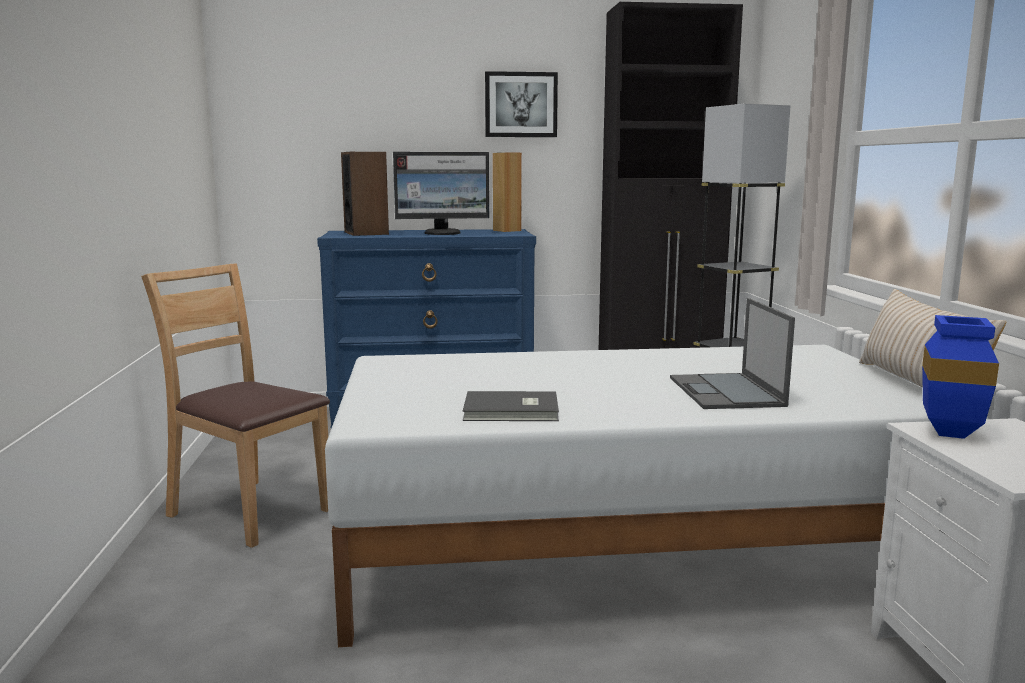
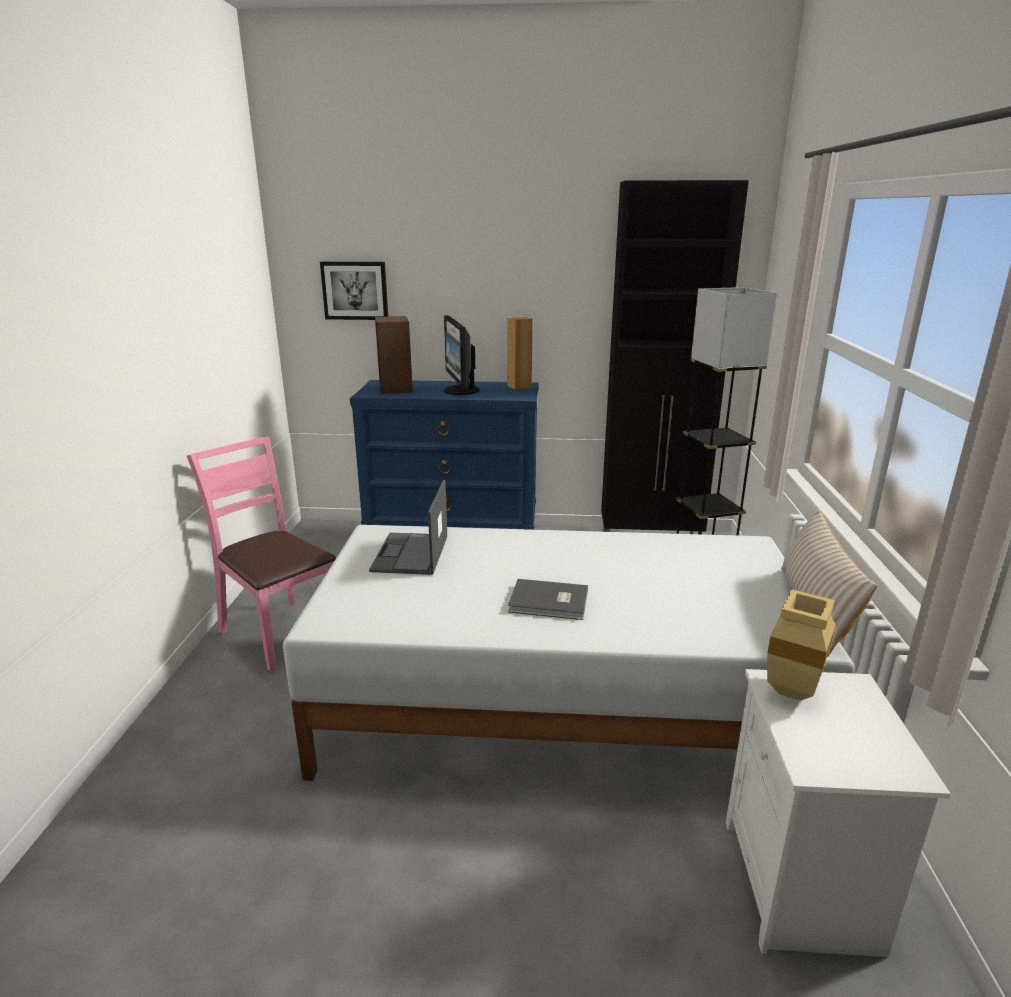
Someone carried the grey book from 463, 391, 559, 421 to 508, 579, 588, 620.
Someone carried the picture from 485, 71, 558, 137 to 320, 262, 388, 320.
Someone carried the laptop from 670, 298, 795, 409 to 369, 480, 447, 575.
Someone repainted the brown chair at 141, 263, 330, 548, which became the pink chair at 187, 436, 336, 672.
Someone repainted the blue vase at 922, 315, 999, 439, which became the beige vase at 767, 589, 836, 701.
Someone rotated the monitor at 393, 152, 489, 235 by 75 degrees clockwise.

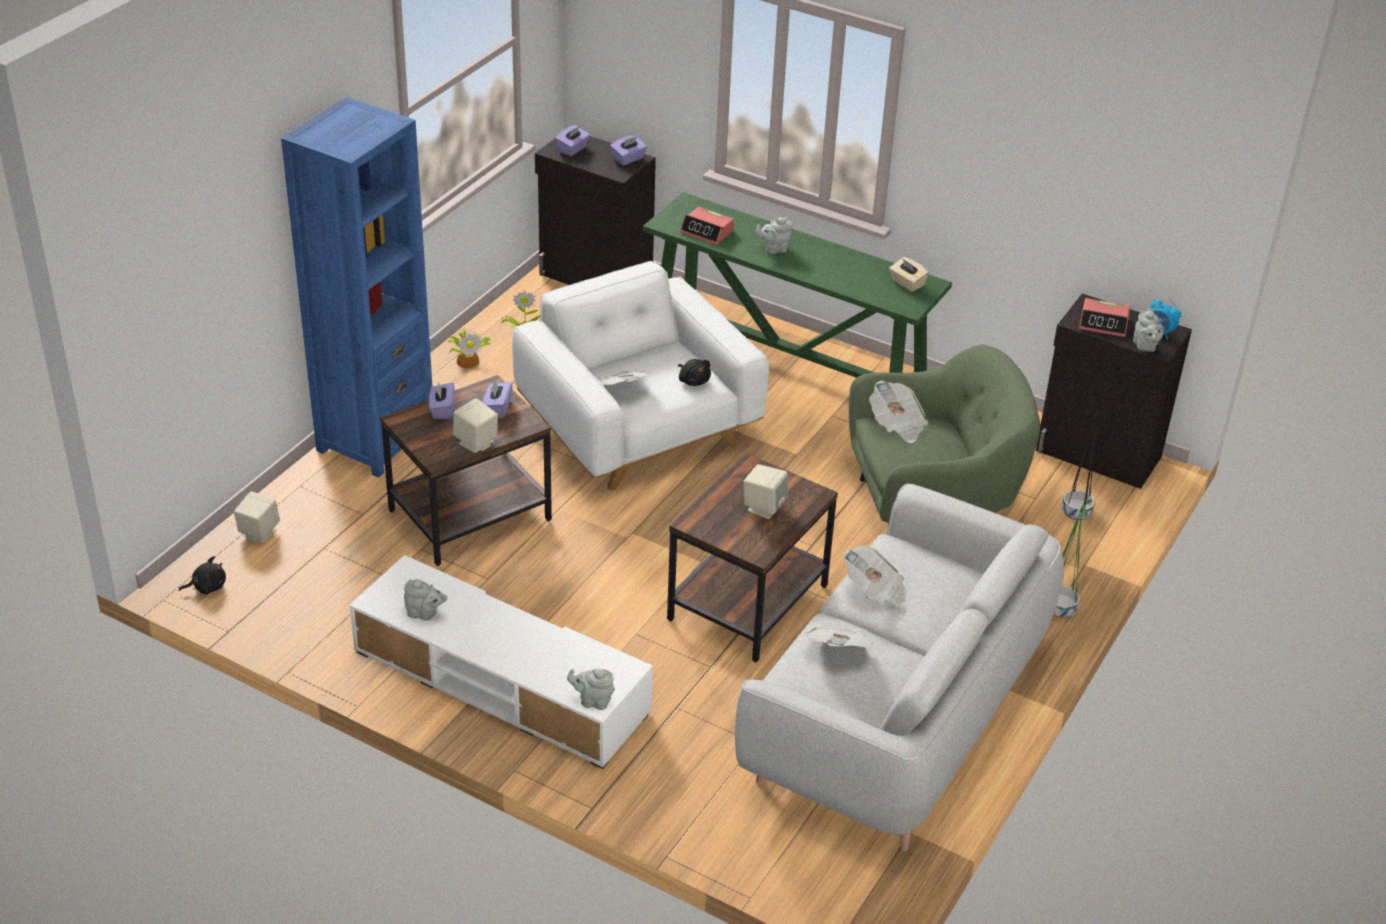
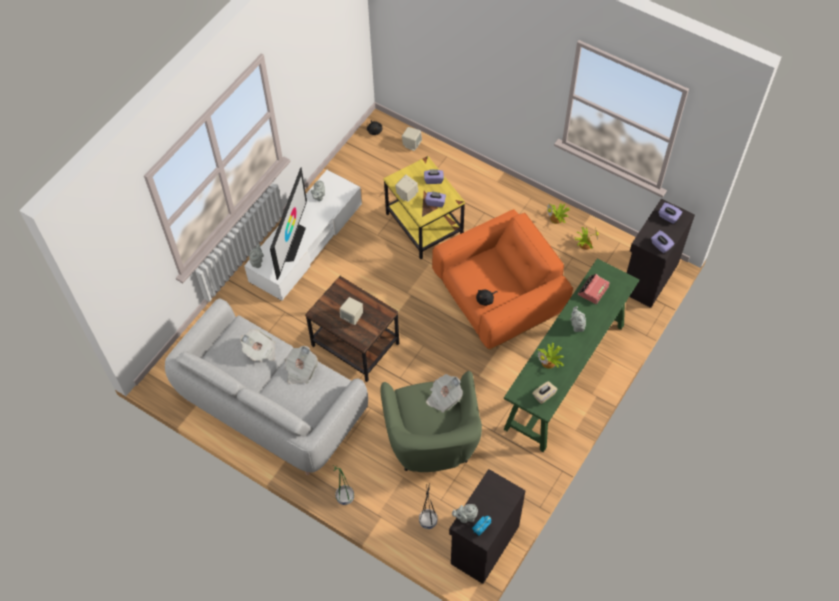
Someone took away the blue bookcase at 281, 97, 432, 478.
Someone took away the newspaper at 599, 370, 652, 385.
Someone took away the alarm clock at 1079, 298, 1130, 337.
Someone put down the television at 270, 167, 307, 280.
Someone put down the potted plant at 537, 343, 564, 369.
Someone repainted the brown side table at 380, 375, 552, 566, which became the yellow side table at 383, 156, 465, 259.
Someone repainted the white armchair at 512, 261, 769, 491, which became the orange armchair at 432, 209, 573, 350.

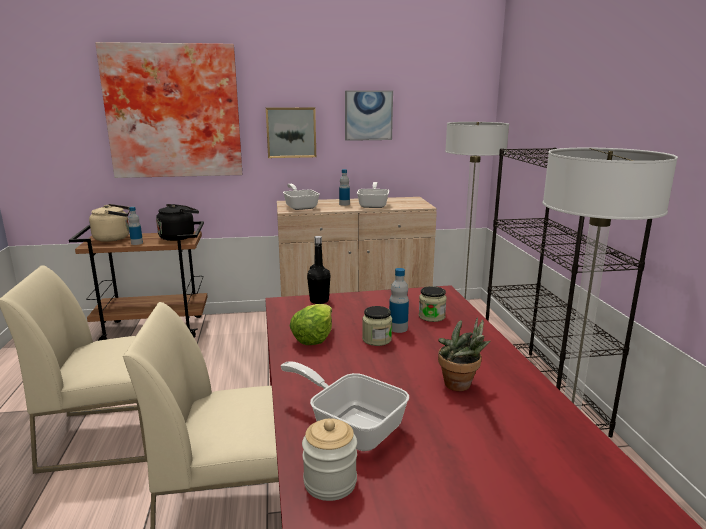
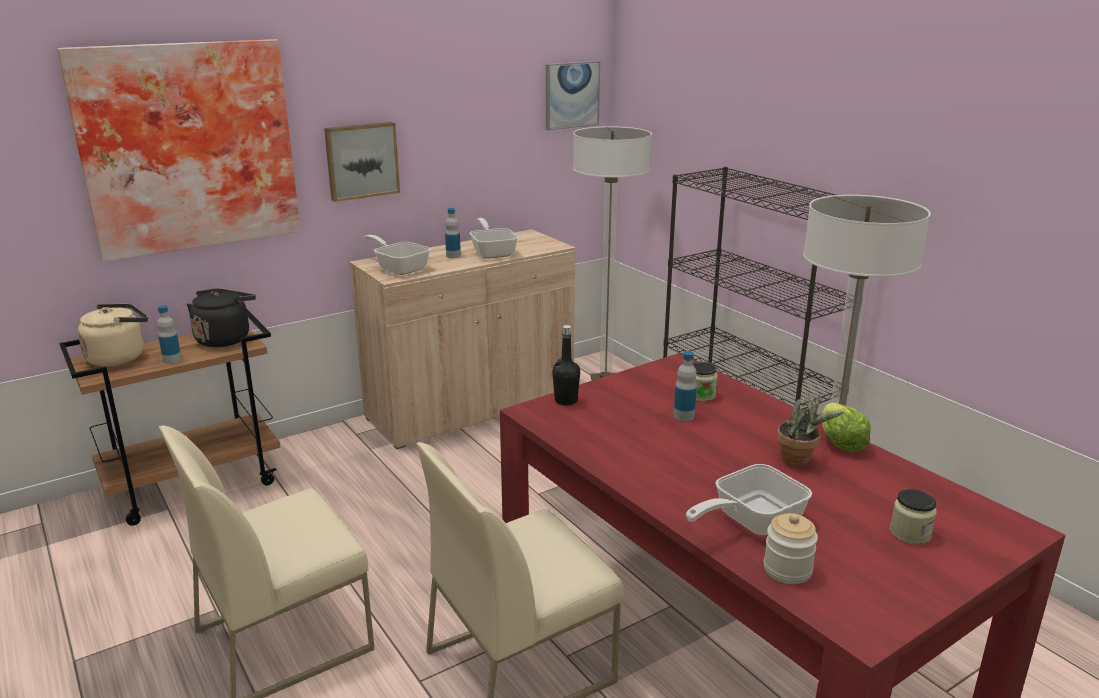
Someone carried the lettuce from 290, 304, 332, 345 to 822, 403, 871, 452.
Someone carried the picture from 345, 91, 393, 141 to 546, 61, 600, 130.
Someone carried the jar from 362, 306, 392, 346 to 890, 489, 937, 545.
Someone rotated the frying pan at 281, 361, 409, 451 by 45 degrees counterclockwise.

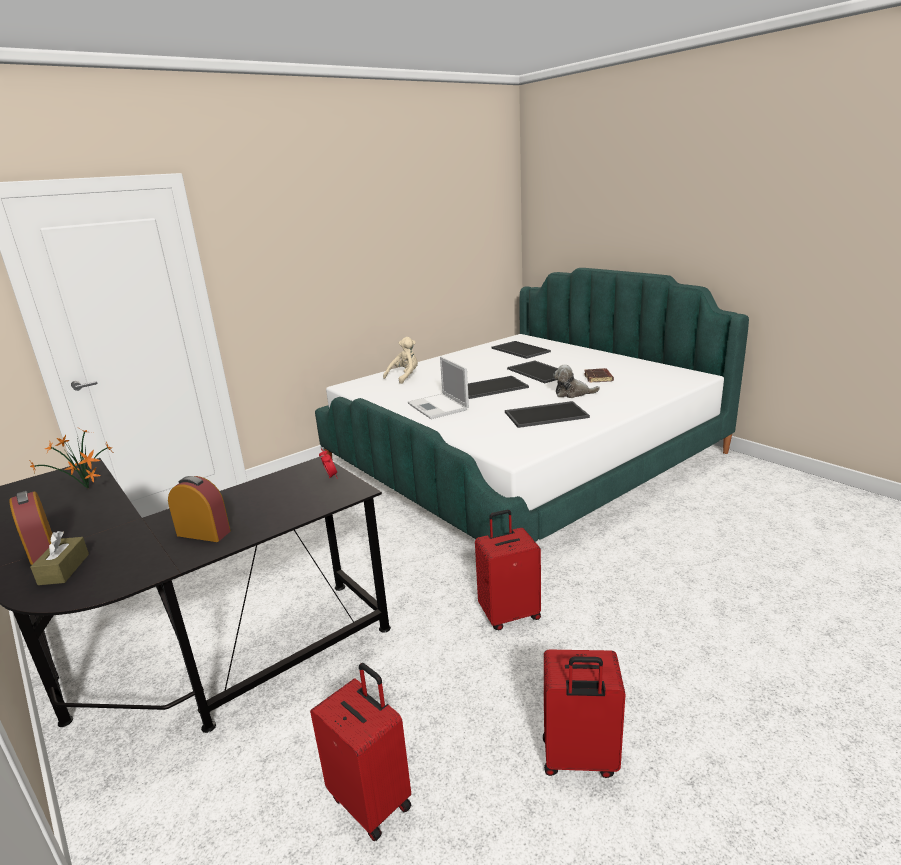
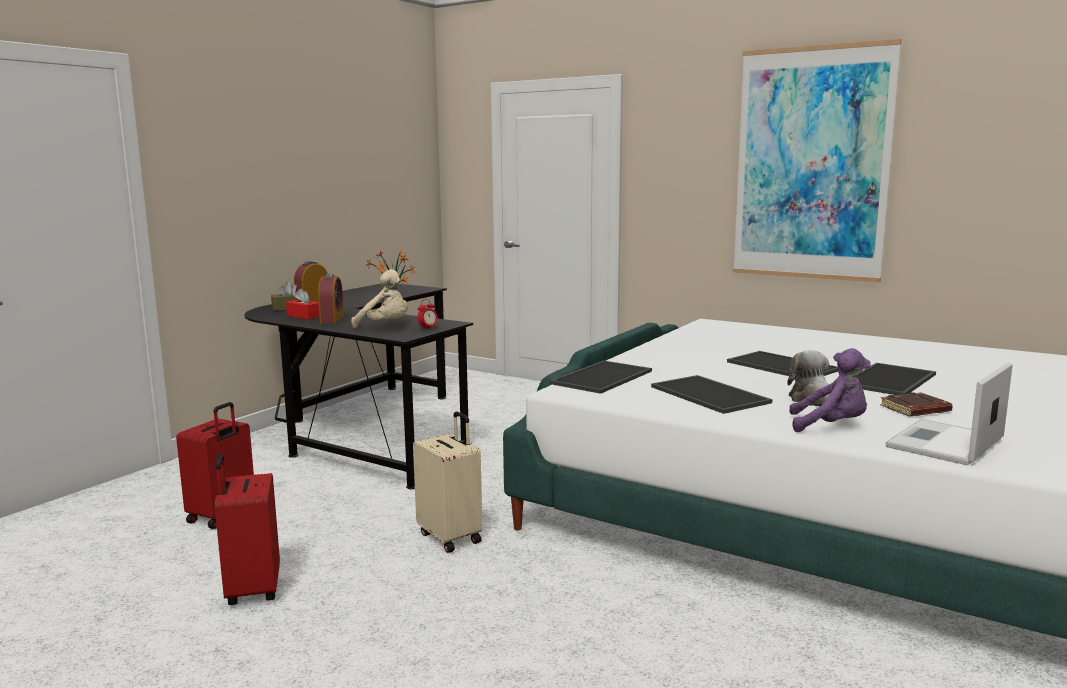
Someone put down the red tissue box at 286, 289, 320, 320.
Someone put up the picture at 733, 39, 901, 283.
Someone put down the purple plush toy at 789, 348, 871, 432.
Someone carried the beige plush toy from 383, 337, 418, 384 to 351, 269, 408, 328.
Someone carried the laptop from 408, 356, 469, 419 to 885, 362, 1013, 465.
Someone carried the tray from 491, 341, 551, 359 to 550, 360, 652, 394.
Someone repainted the red suitcase at 475, 510, 541, 630, which became the beige suitcase at 413, 411, 483, 553.

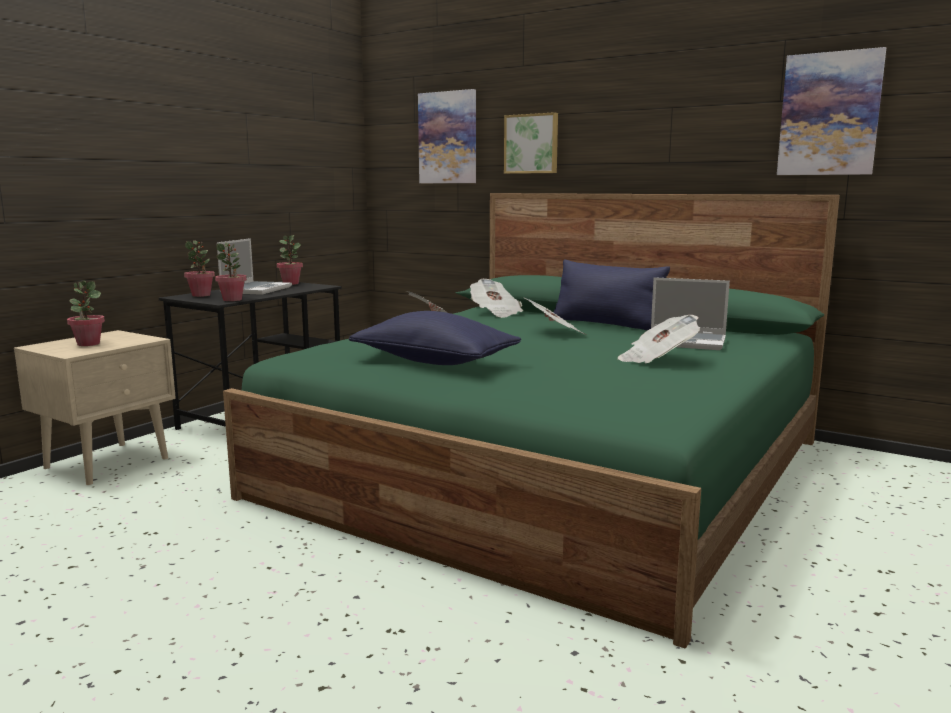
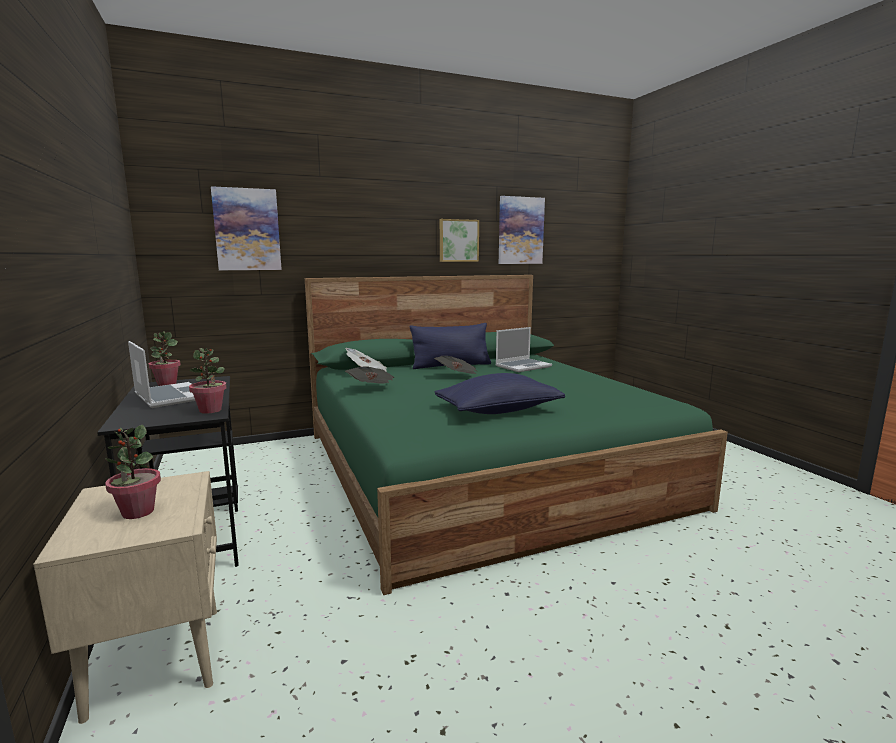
Someone took away the potted plant at 184, 240, 215, 297.
Someone took away the newspaper at 618, 315, 700, 363.
Someone carried the picture from 504, 112, 558, 174 to 440, 219, 479, 262.

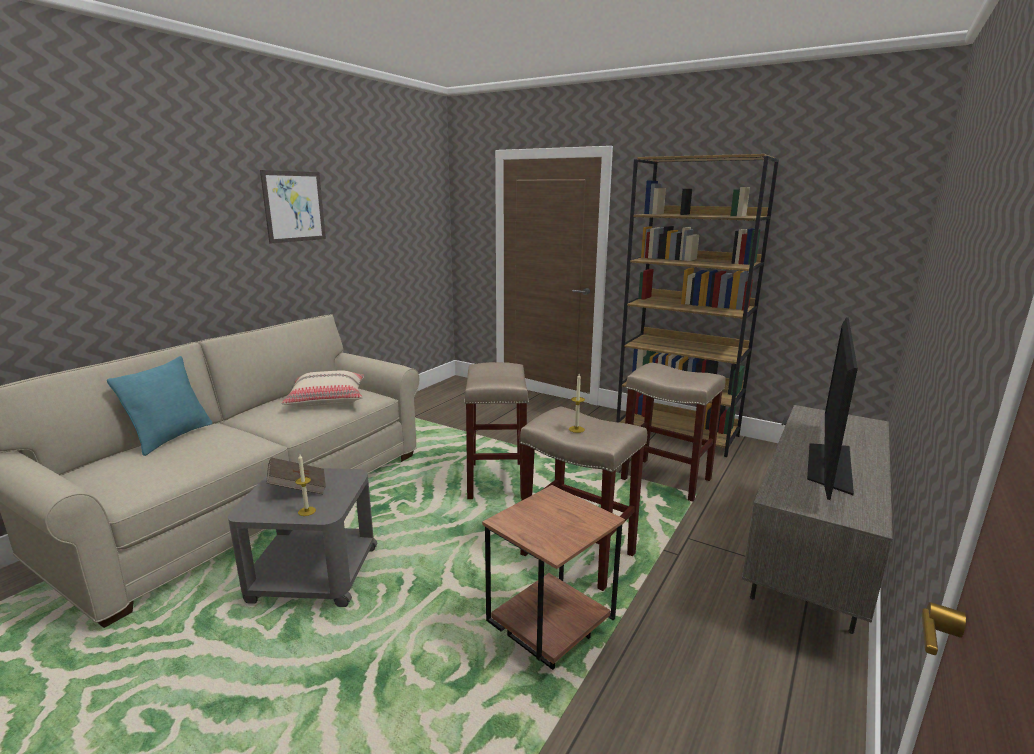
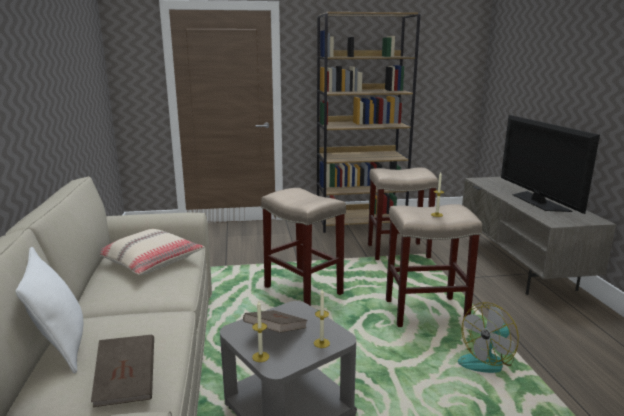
Someone took away the picture at 260, 170, 326, 244.
Someone put down the brown book at 91, 335, 154, 407.
Someone put down the candle at 252, 301, 269, 362.
Someone swapped the brown side table at 482, 485, 625, 670 for the fan at 458, 302, 519, 373.
Someone repainted the turquoise pillow at 107, 356, 213, 456, which became the white pillow at 15, 247, 83, 374.

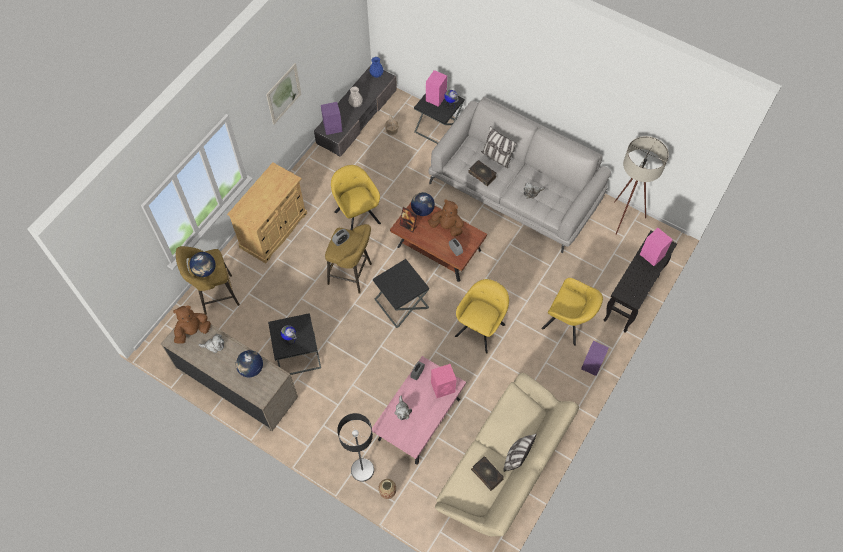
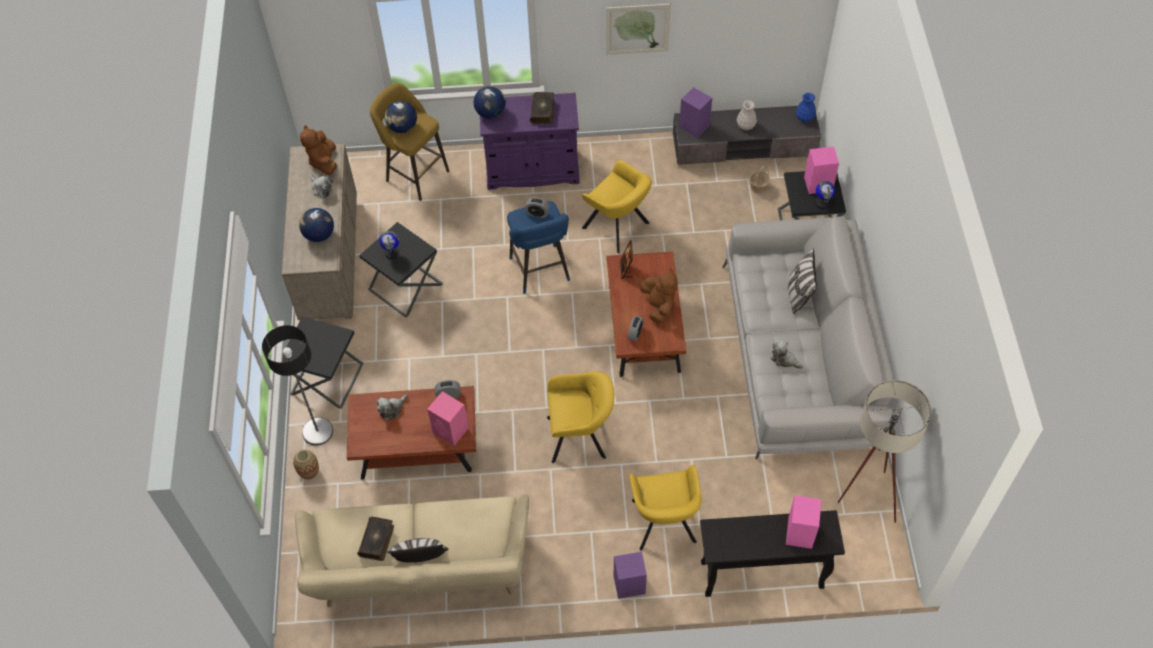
Someone carried the black side table from 373, 259, 429, 328 to 282, 316, 364, 409.
Someone carried the globe from 411, 192, 435, 216 to 474, 86, 506, 119.
Someone carried the book from 468, 160, 497, 186 to 530, 92, 555, 124.
Someone repainted the beige cabinet at 227, 162, 307, 263, which became the purple cabinet at 480, 93, 580, 190.
Someone repainted the yellow stool at 325, 224, 372, 294, which became the blue stool at 507, 201, 570, 294.
Someone repainted the pink coffee table at 372, 356, 466, 465, which became the brown coffee table at 346, 386, 476, 480.
Someone rotated the brown plush toy at 173, 305, 211, 344 by 120 degrees counterclockwise.
Someone rotated the yellow armchair at 331, 165, 381, 230 by 105 degrees clockwise.

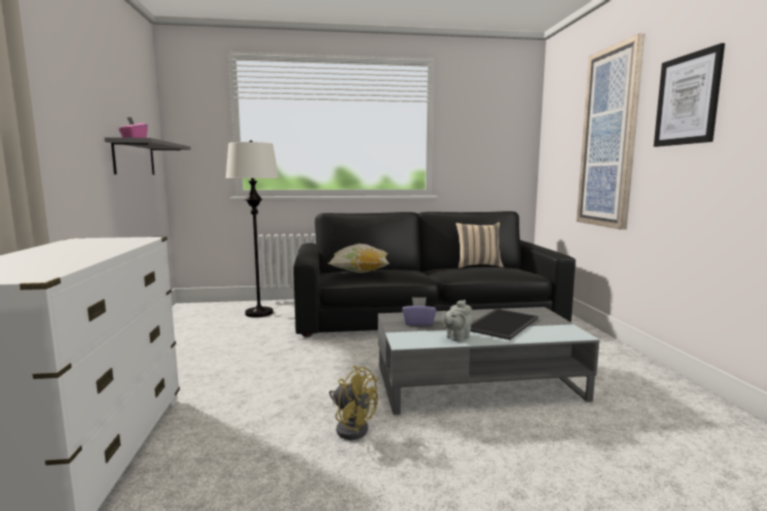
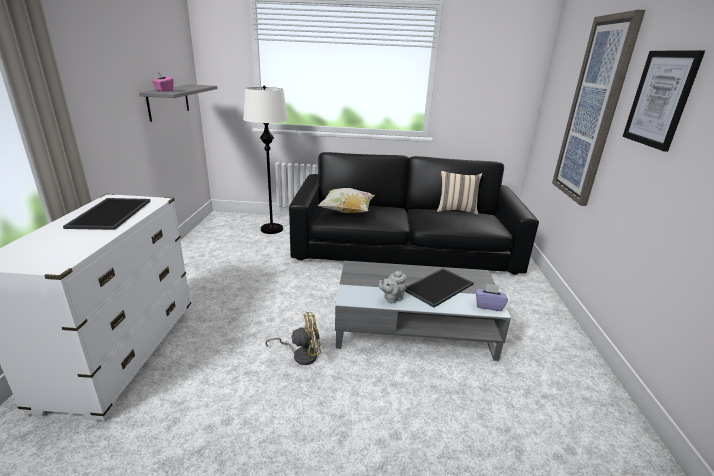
Someone put down the tray at 63, 198, 150, 230.
Someone carried the purple tissue box from 402, 297, 436, 326 to 476, 283, 508, 311.
Someone rotated the yellow fan at 329, 365, 378, 440 by 60 degrees counterclockwise.

